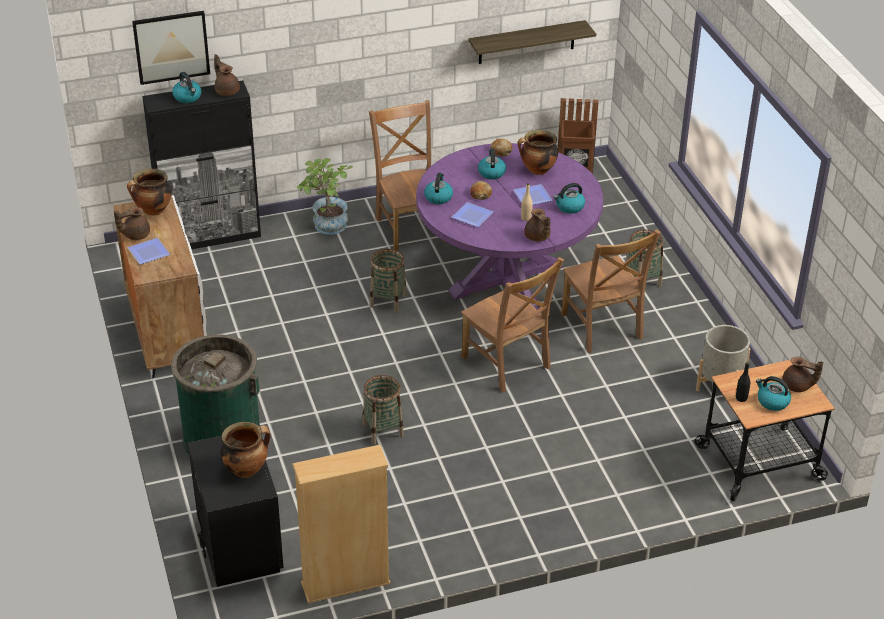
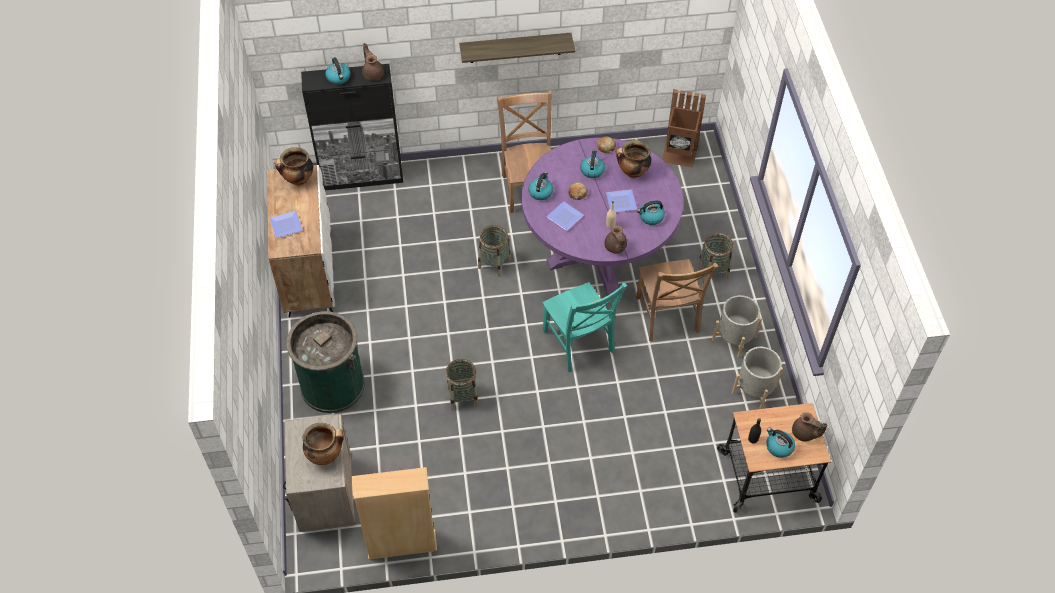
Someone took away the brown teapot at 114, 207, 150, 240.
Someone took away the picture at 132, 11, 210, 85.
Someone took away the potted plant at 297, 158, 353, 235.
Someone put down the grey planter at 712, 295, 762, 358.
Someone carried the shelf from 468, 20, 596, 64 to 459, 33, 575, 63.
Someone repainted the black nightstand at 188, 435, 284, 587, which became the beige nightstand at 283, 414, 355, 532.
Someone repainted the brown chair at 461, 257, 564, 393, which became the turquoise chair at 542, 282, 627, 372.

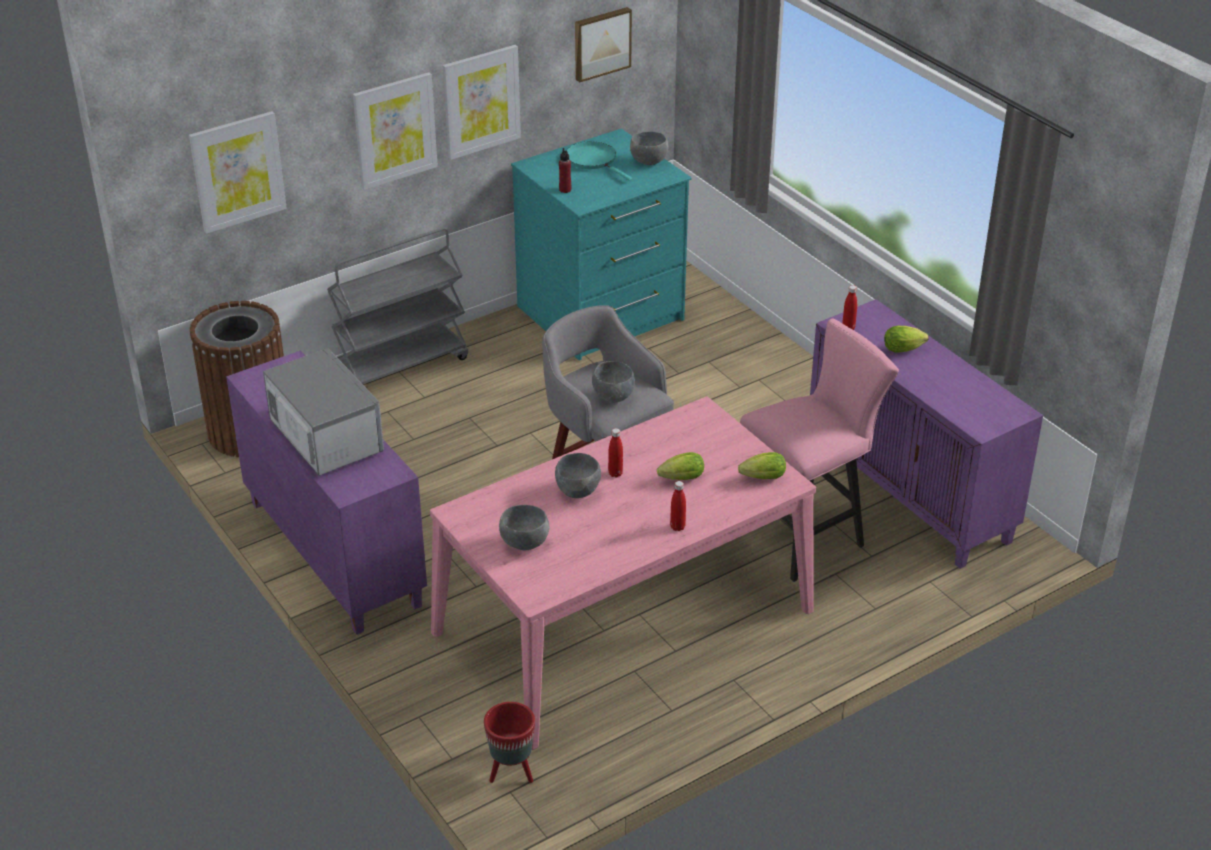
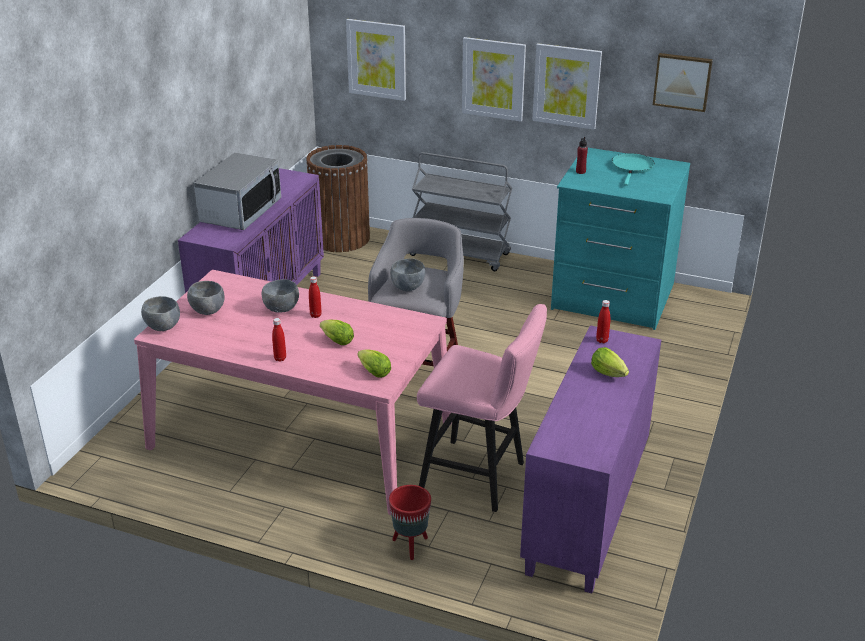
Someone carried the red planter from 484, 702, 535, 783 to 389, 485, 431, 560.
Someone carried the grey bowl from 630, 132, 668, 165 to 141, 296, 180, 331.

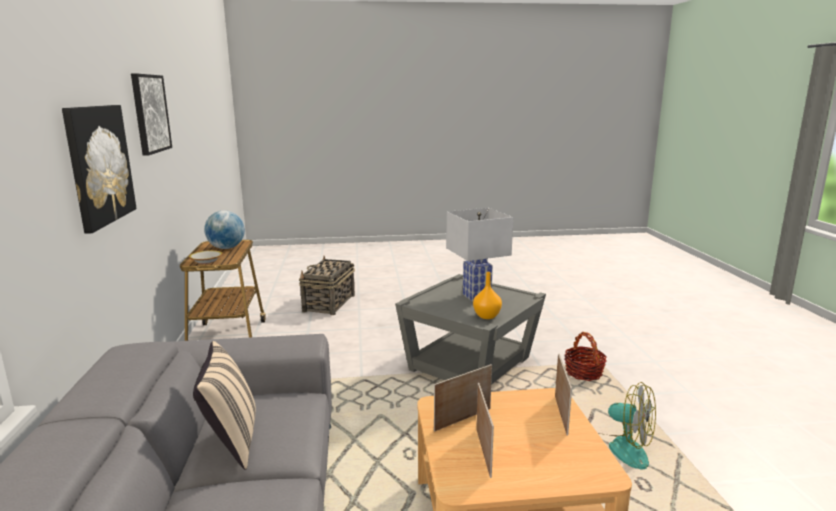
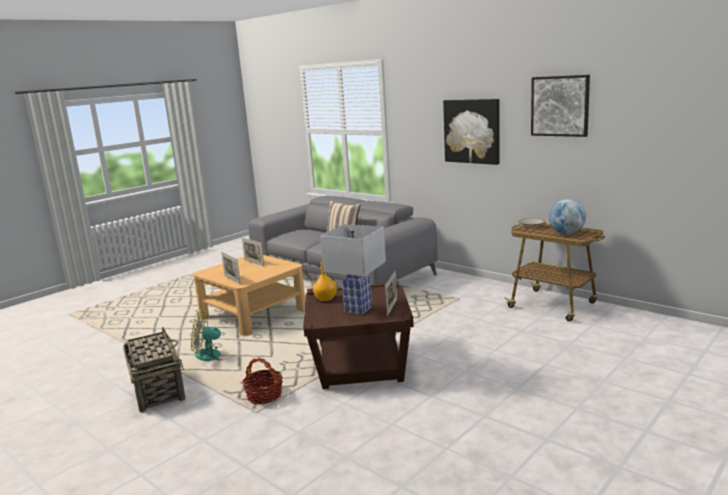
Someone carried the basket from 299, 256, 355, 315 to 123, 327, 186, 413.
Someone carried the picture frame from 434, 364, 492, 431 to 385, 270, 397, 316.
Someone repainted the grey side table at 395, 274, 546, 385, which became the brown side table at 303, 281, 414, 389.

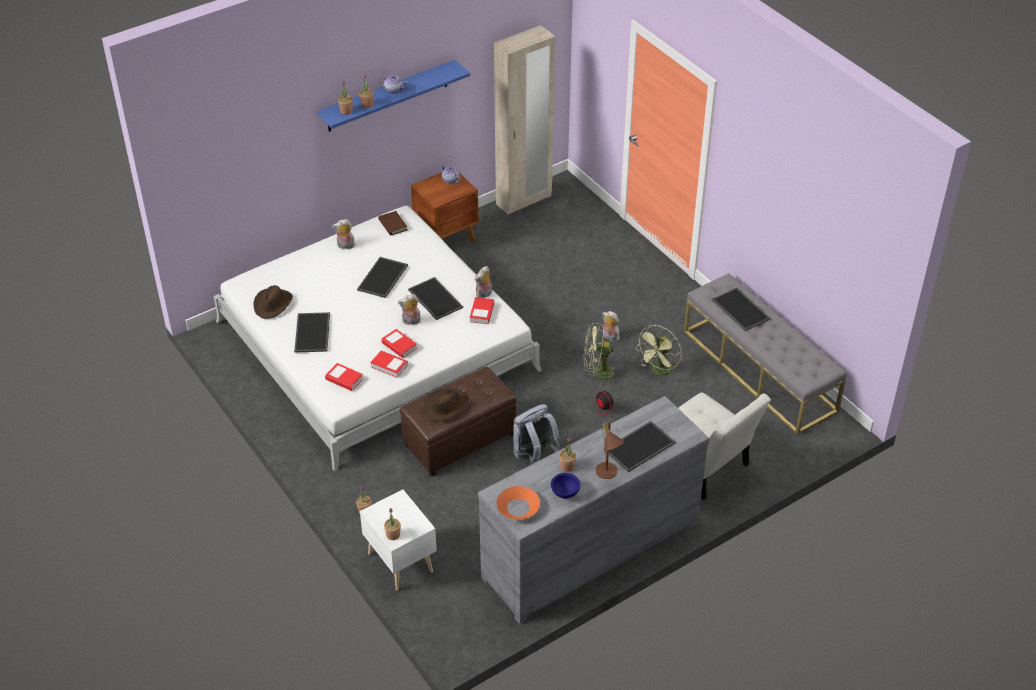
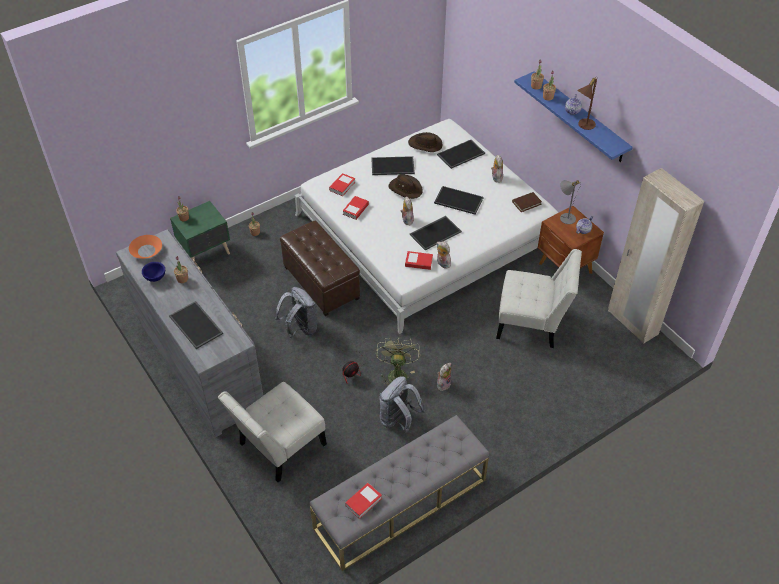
Someone put down the white chair at 496, 249, 582, 348.
Someone put down the grey table lamp at 560, 180, 581, 224.
Someone carried the book from 381, 329, 417, 358 to 345, 483, 382, 519.
Someone carried the brown hat from 424, 388, 469, 421 to 389, 174, 423, 199.
Someone carried the brown table lamp from 596, 422, 624, 479 to 577, 77, 597, 130.
Someone carried the tray from 712, 288, 771, 331 to 437, 140, 485, 169.
Someone swapped the green fan at 636, 325, 682, 377 for the grey backpack at 379, 376, 425, 433.
Someone repainted the white nightstand at 360, 489, 437, 591, which became the green nightstand at 170, 201, 230, 261.

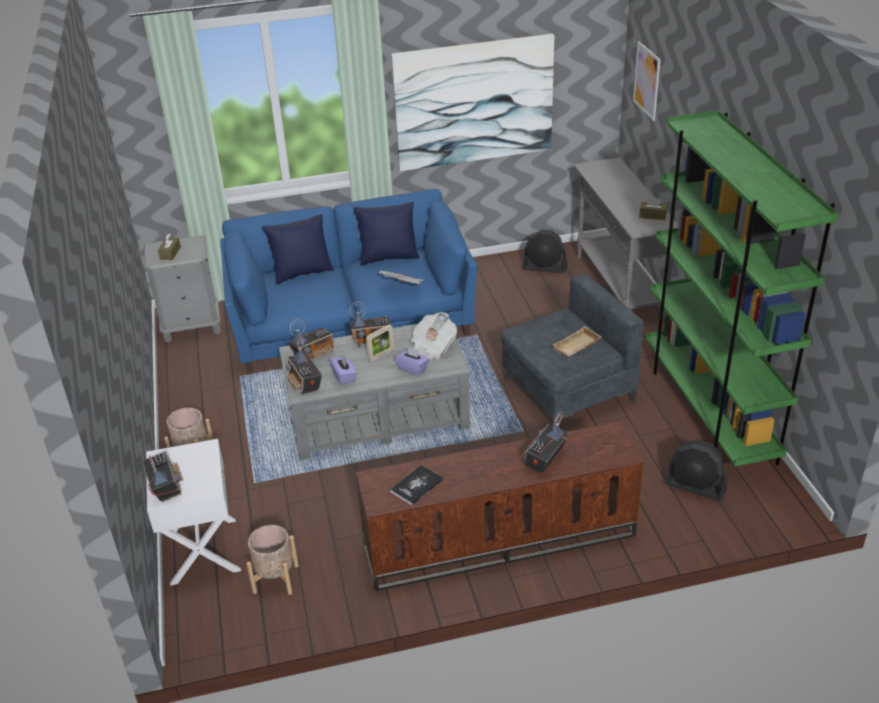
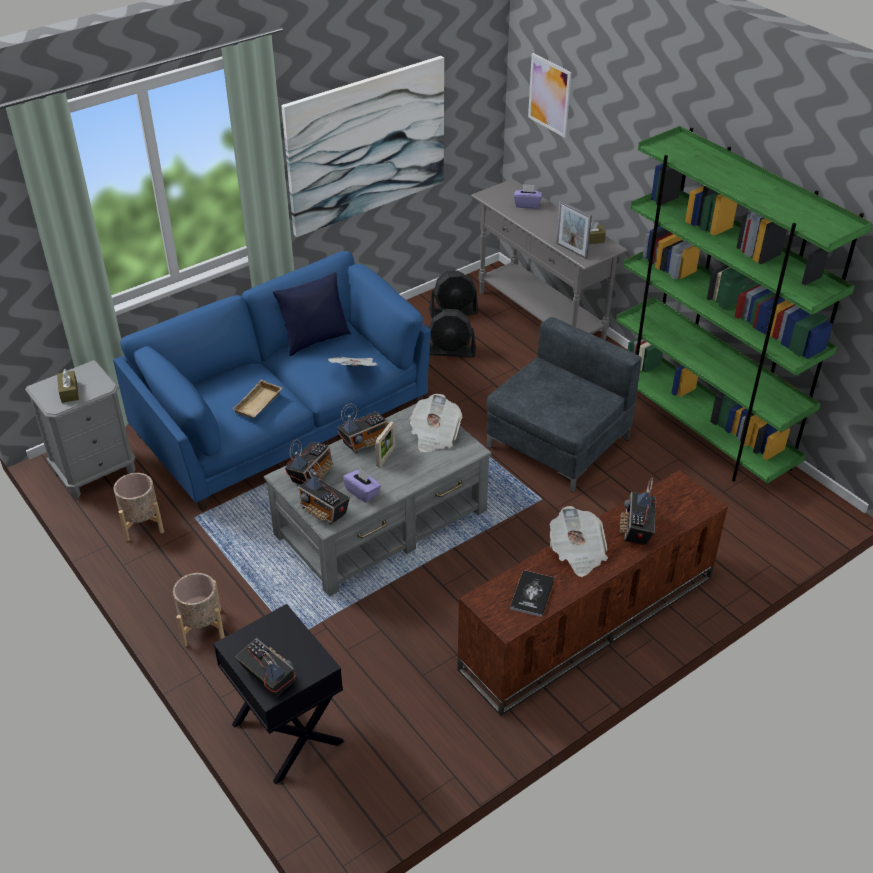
Someone took away the blue pillow at 262, 214, 334, 285.
Someone put down the newspaper at 550, 506, 608, 577.
Someone put down the picture frame at 556, 201, 592, 259.
Someone carried the beige planter from 246, 525, 299, 595 to 114, 473, 164, 542.
Someone carried the purple tissue box from 395, 346, 429, 376 to 514, 184, 542, 209.
Someone carried the beige tray from 552, 326, 602, 357 to 232, 380, 282, 418.
Someone carried the black fan from 665, 440, 727, 501 to 428, 309, 476, 357.
Someone repainted the white nightstand at 146, 439, 241, 586, which became the black nightstand at 214, 604, 345, 784.

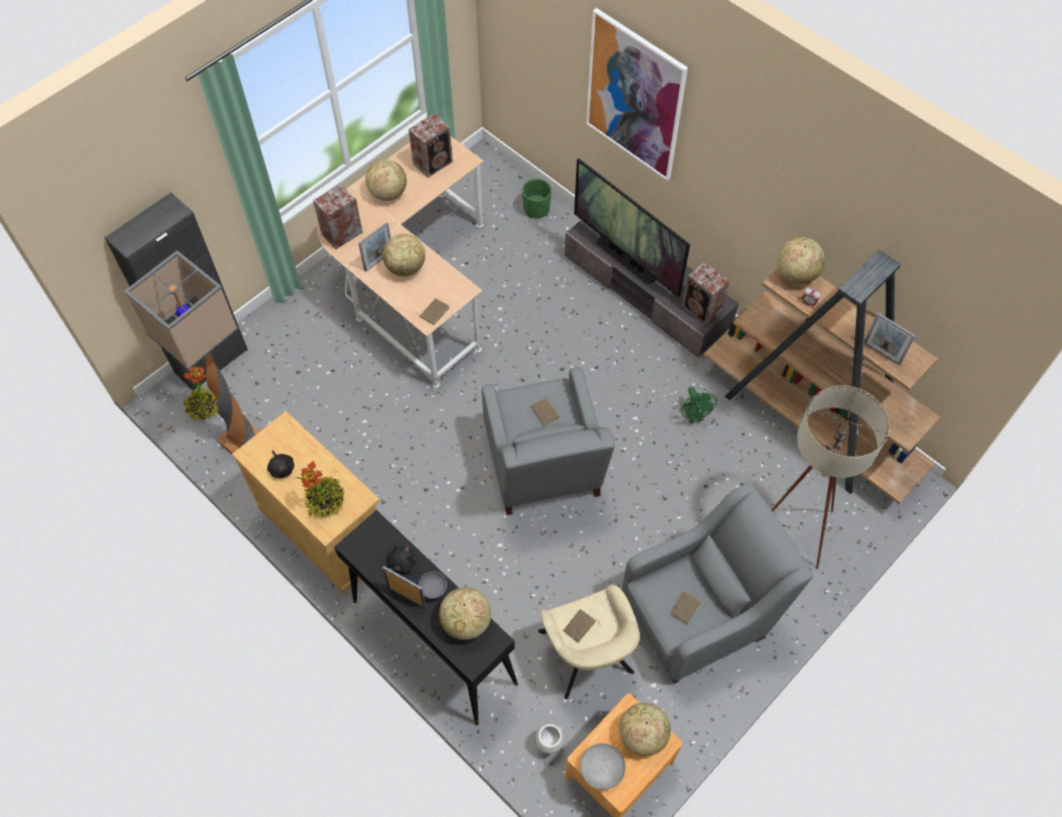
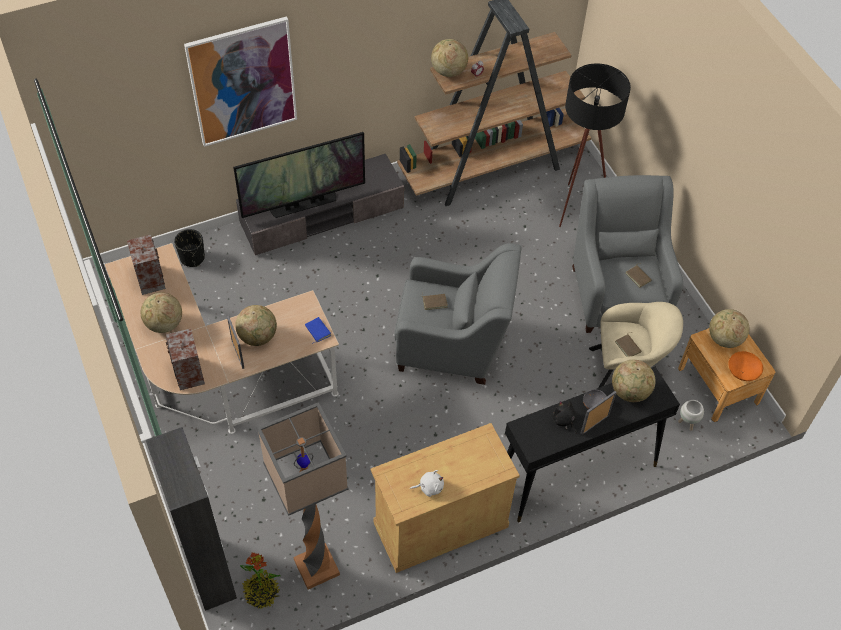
Someone took away the potted plant at 295, 460, 345, 518.
Someone took away the green fan at 681, 387, 717, 423.
Someone took away the speaker at 682, 262, 730, 324.
Someone took away the picture frame at 864, 312, 916, 365.
Someone repainted the black plush toy at 267, 450, 294, 478, which became the white plush toy at 410, 470, 444, 497.
Someone repainted the brown book at 415, 298, 449, 325, which became the blue book at 305, 317, 331, 343.
Someone repainted the green planter at 522, 178, 552, 219, which became the black planter at 174, 229, 205, 267.
Someone repainted the grey bowl at 580, 743, 625, 790, which became the orange bowl at 728, 351, 763, 381.
Someone repainted the beige floor lamp at 772, 385, 889, 569, which became the black floor lamp at 559, 63, 631, 227.

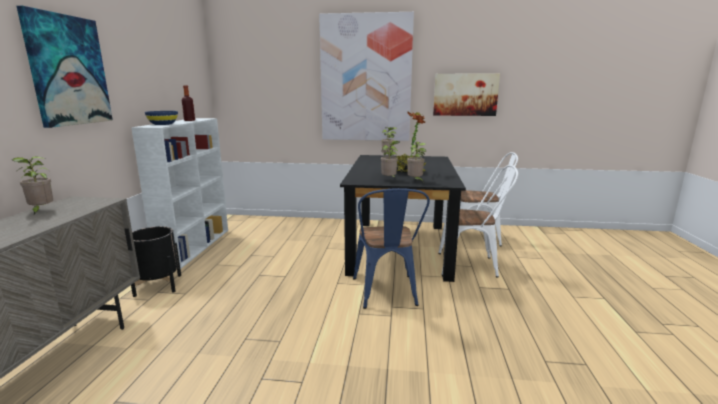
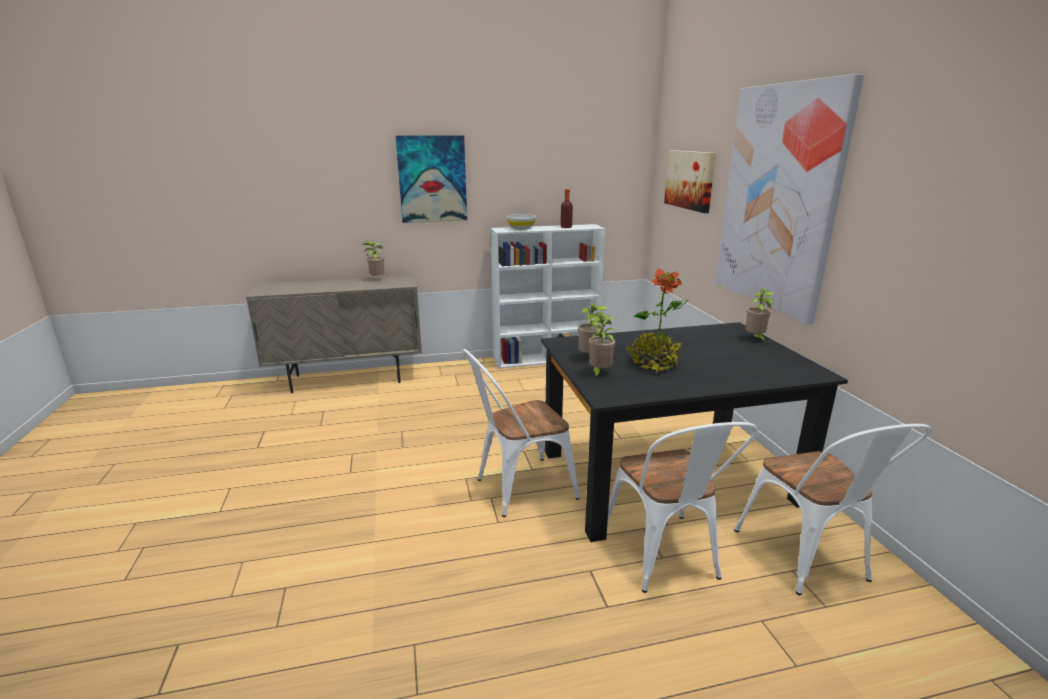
Someone took away the black planter at 131, 226, 181, 297.
Someone carried the picture from 433, 73, 500, 116 to 664, 150, 716, 213.
Someone repainted the blue bowl at 145, 111, 178, 125, which became the white bowl at 507, 214, 536, 230.
Someone repainted the blue chair at 353, 188, 430, 309, which became the white chair at 463, 349, 580, 517.

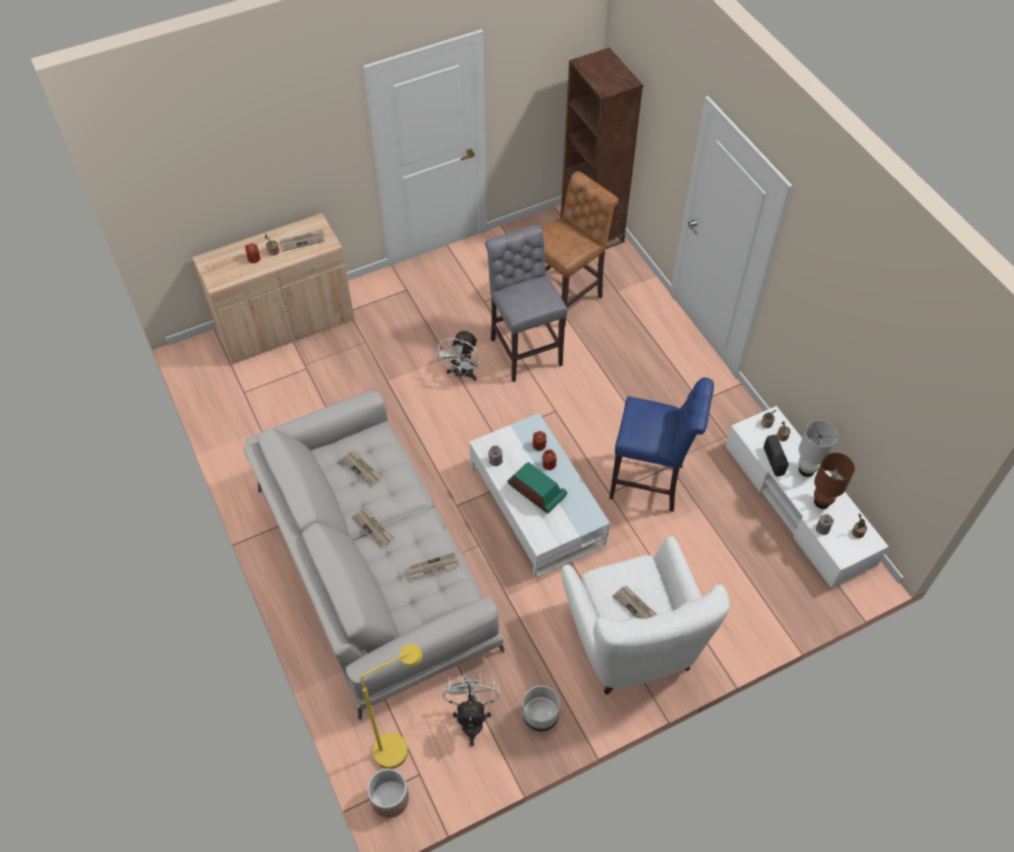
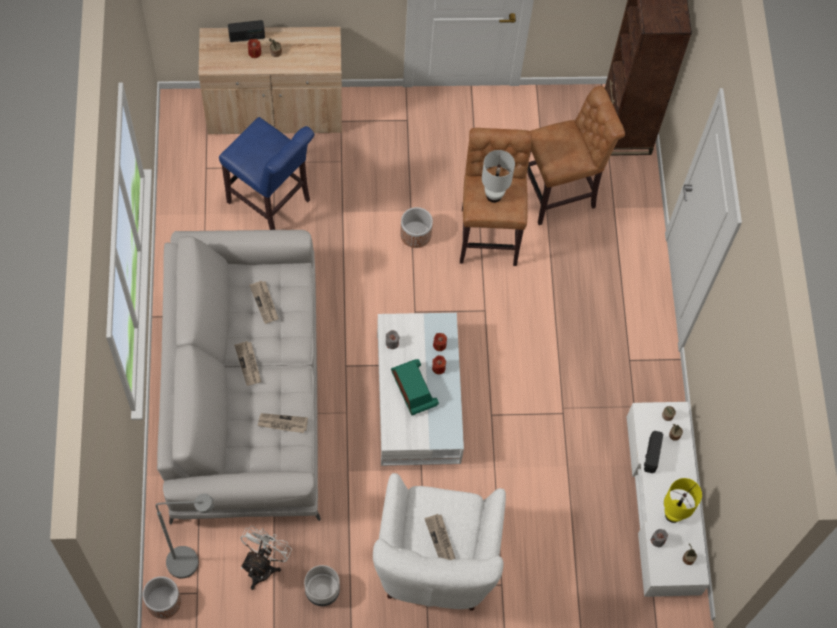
Someone took away the newspaper at 280, 229, 325, 251.
Someone put down the radio at 228, 20, 265, 42.
Someone carried the blue stool from 609, 377, 714, 512 to 219, 117, 314, 230.
Someone carried the white table lamp from 799, 420, 838, 477 to 482, 150, 515, 203.
Someone swapped the white fan at 435, 329, 481, 381 for the planter at 400, 207, 433, 248.
Someone repainted the yellow floor lamp at 361, 644, 422, 769, which became the grey floor lamp at 156, 493, 214, 578.
Someone repainted the grey stool at 485, 225, 568, 382, which became the brown stool at 460, 128, 532, 266.
Someone repainted the brown table lamp at 814, 453, 855, 509, which became the yellow table lamp at 664, 478, 702, 523.

